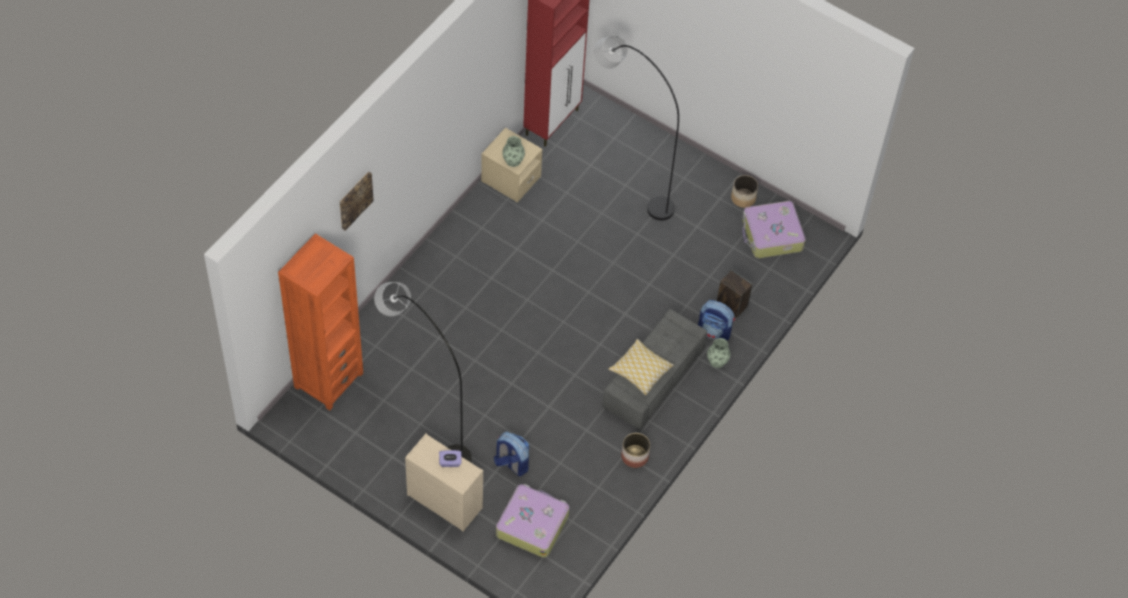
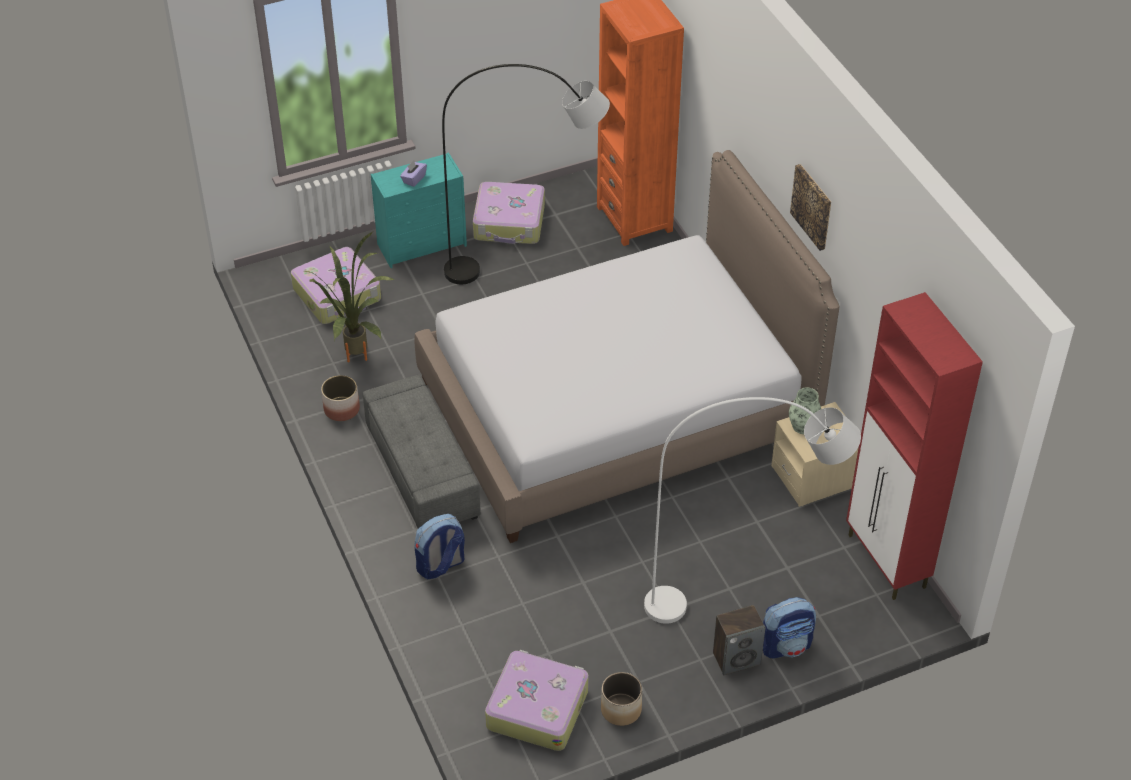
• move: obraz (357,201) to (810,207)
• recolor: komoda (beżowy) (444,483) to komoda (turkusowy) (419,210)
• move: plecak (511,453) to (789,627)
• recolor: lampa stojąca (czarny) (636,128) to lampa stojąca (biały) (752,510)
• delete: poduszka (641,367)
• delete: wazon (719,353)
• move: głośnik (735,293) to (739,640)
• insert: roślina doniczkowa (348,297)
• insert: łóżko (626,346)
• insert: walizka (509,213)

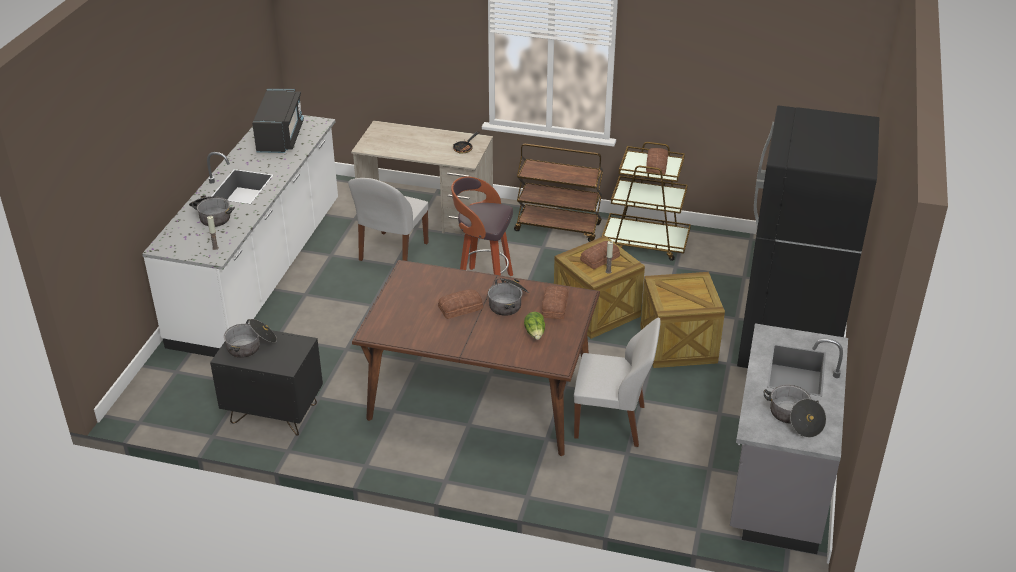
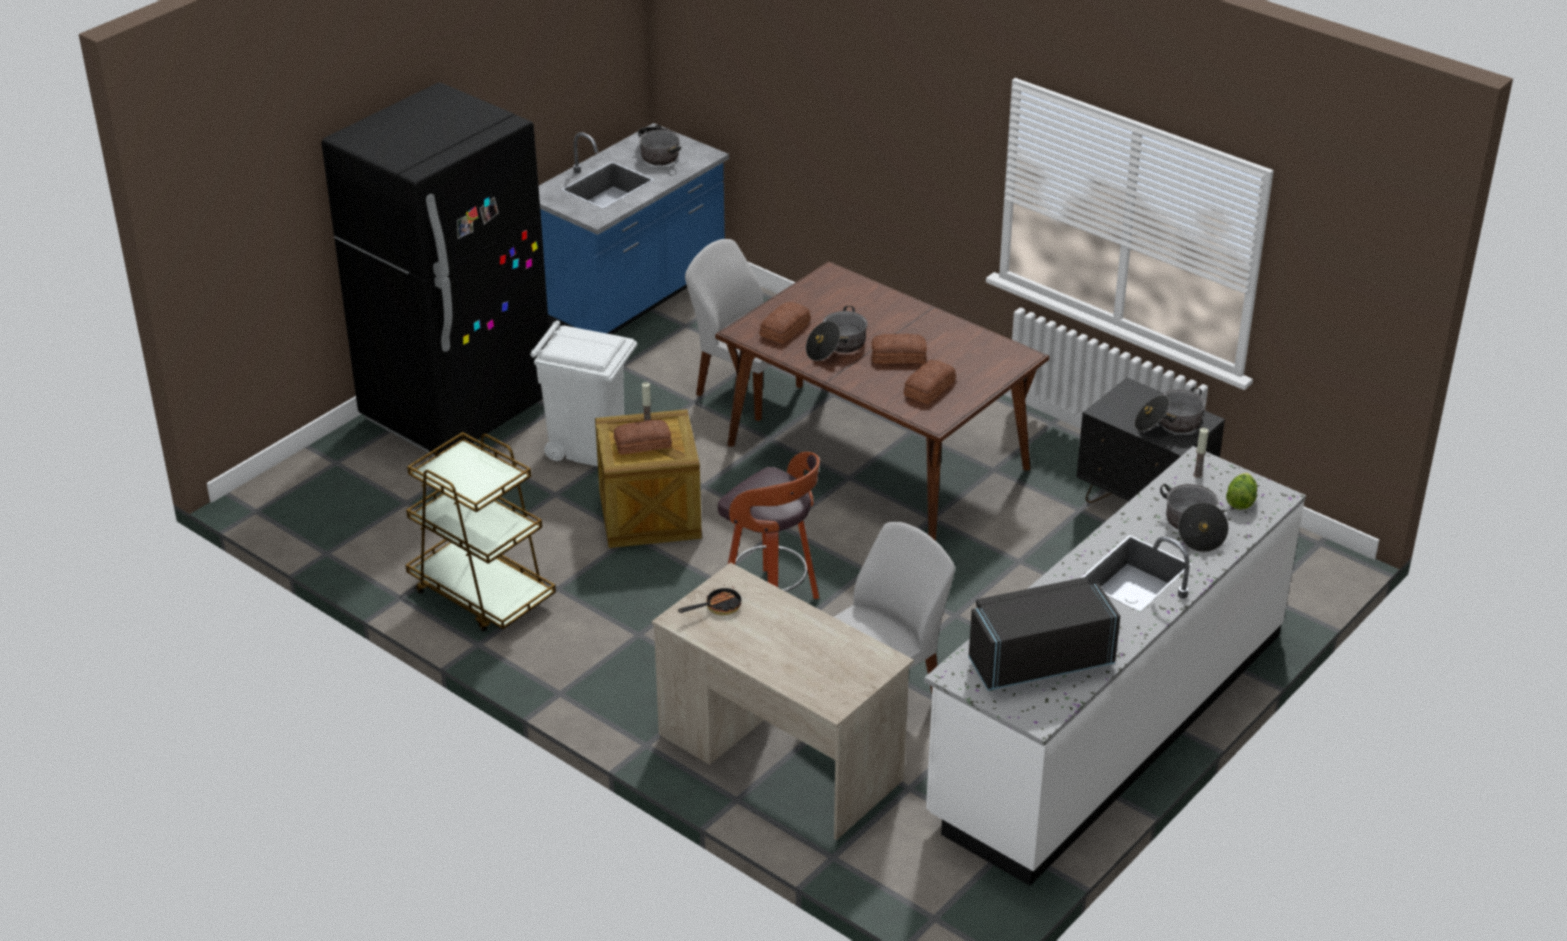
• rotate: mikrofalówka (czarny) (278,120) = (1044,634) 45 degrees clockwise
• delete: wózek (brązowy) (558,193)
• move: sałata (534,326) to (1241,491)
• replace: skrzynka (682,320) to kosz na śmieci (biały) (583,393)
• move: chleb (657,161) to (930,382)
• recolor: zabudowa kuchenna (szary) (789,439) to zabudowa kuchenna (niebieski) (634,228)

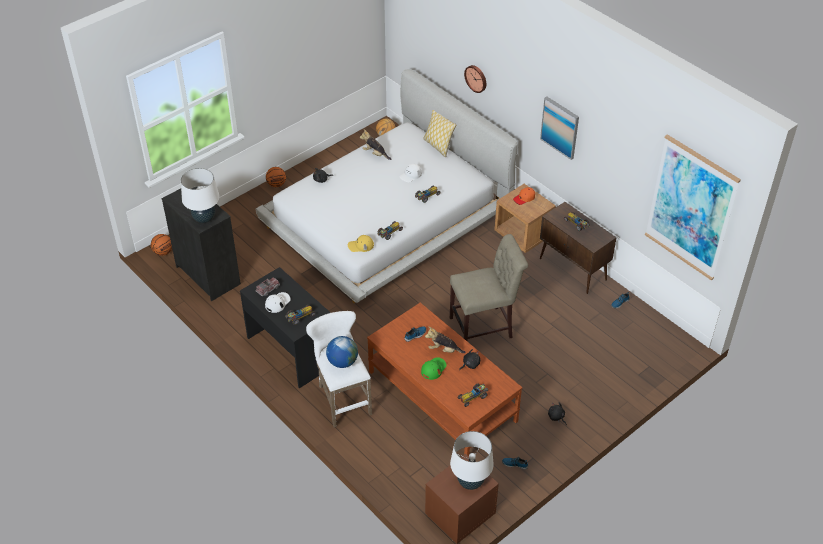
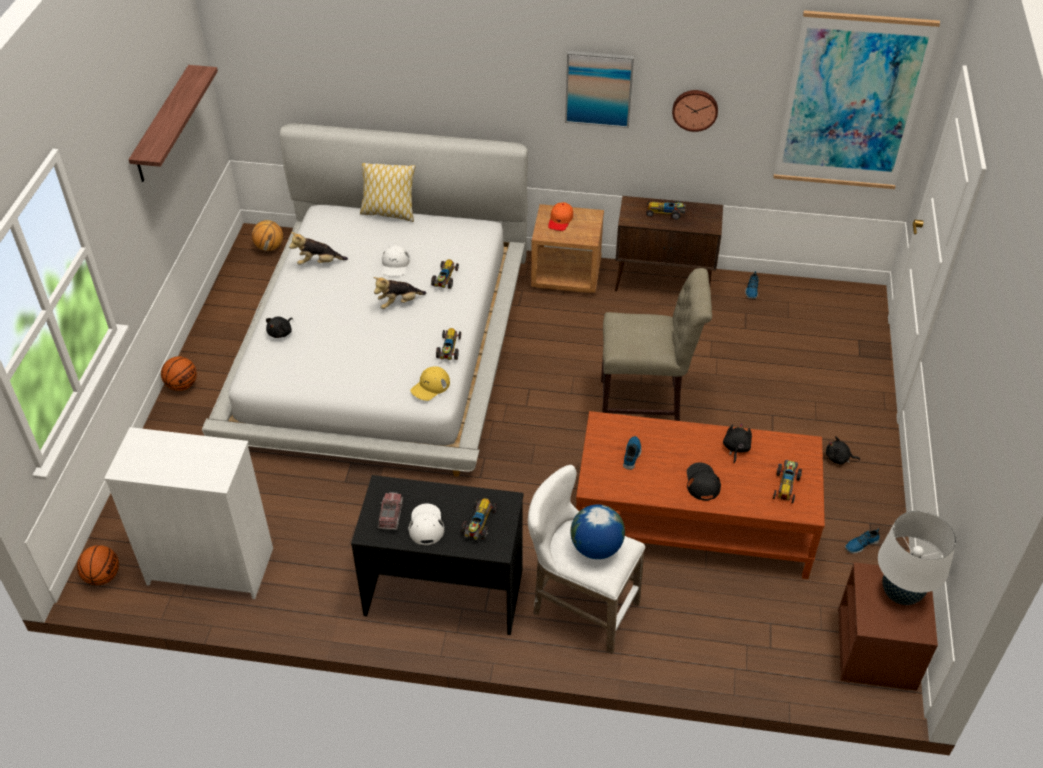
• recolor: komoda (czarny) (201,244) to komoda (biały) (188,513)
• delete: lampa stołowa (biały) (200,195)
• recolor: czapka z daszkiem (zielony) (433,368) to czapka z daszkiem (czarny) (704,482)
• move: pluszak (445,340) to (399,293)
• rotate: krzesło (beżowy) (489,287) = (656,344) 60 degrees clockwise
• move: zegar ścienny (475,79) to (695,111)
• insert: półka (173,123)

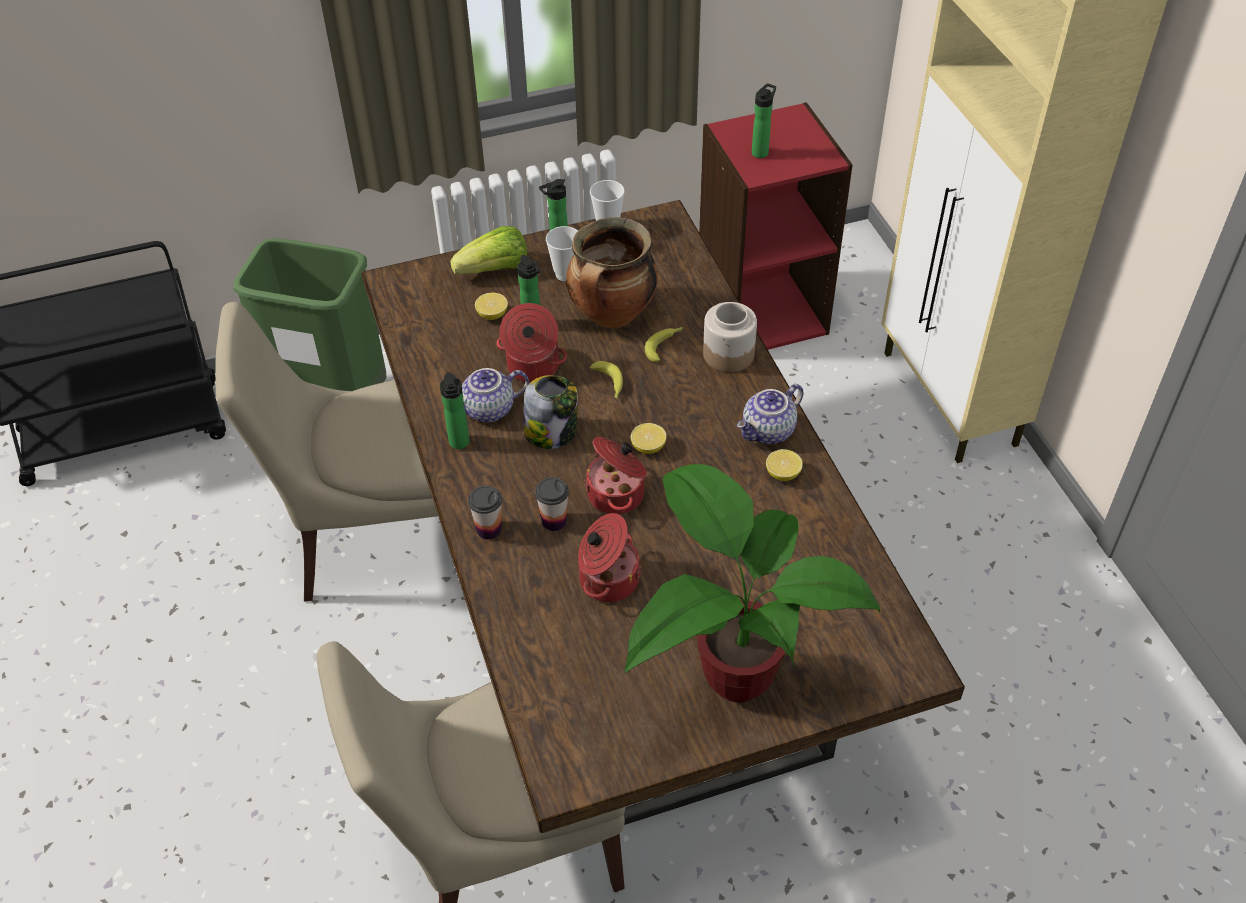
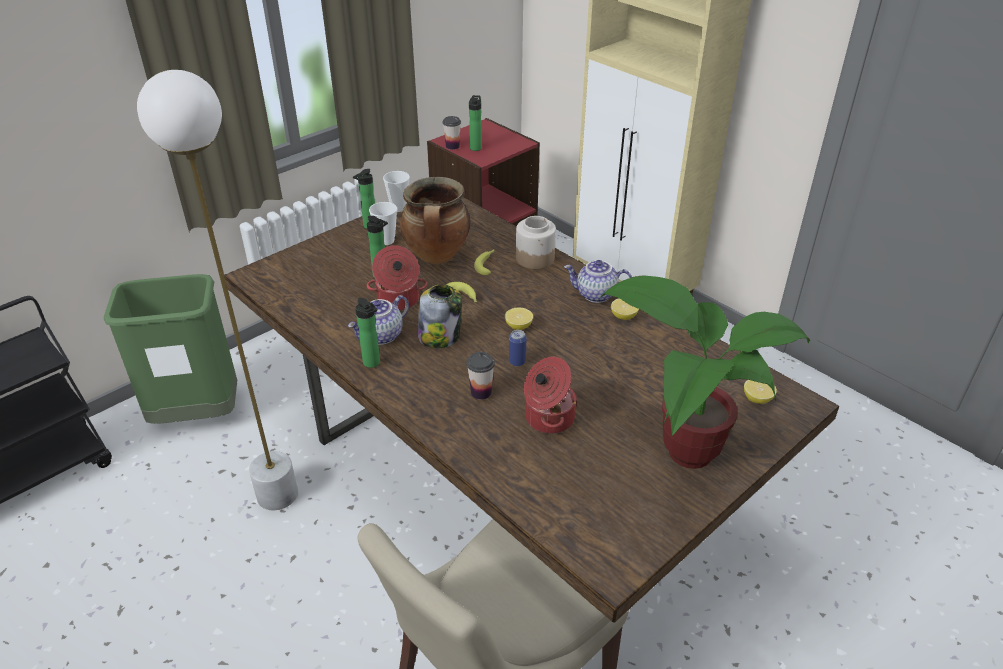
• replace: krzesło (beżowy) (326,452) to lampa stojąca (biały) (217,290)
• delete: sałata (488,250)
• move: filiżanka (485,512) to (452,133)
• move: cytryna (491,306) to (760,392)
• replace: garnek (615,476) to puszka (517,348)
• rotate: imbryk (770,414) = (598,281) 75 degrees clockwise

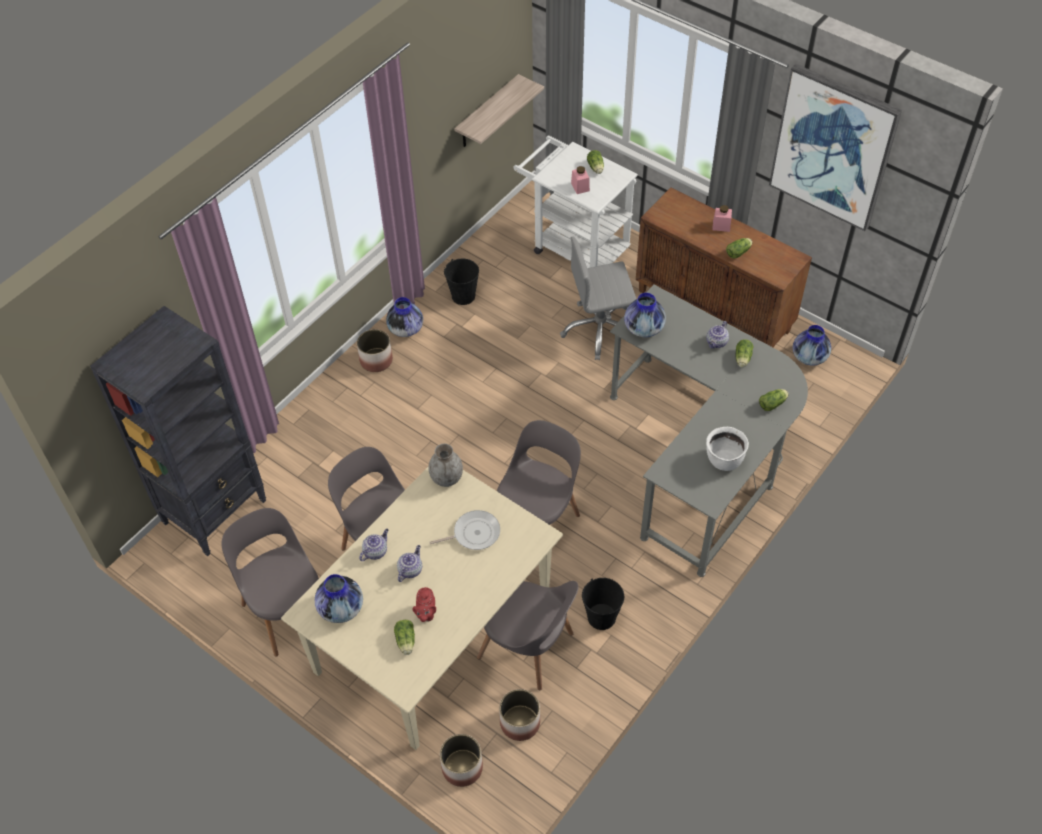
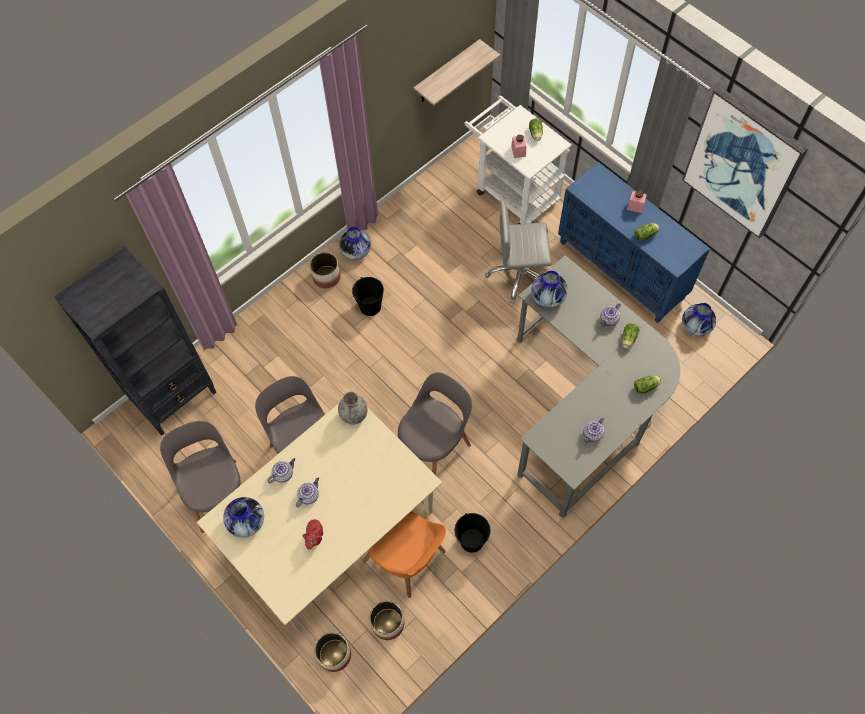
• delete: sałata (404,637)
• delete: patelnia (464,530)
• move: wiadro (czarny) (461,282) to (368,296)
• recolor: krzesło (szary) (528,636) to krzesło (pomarańczowy) (404,554)
• recolor: szafka (brązowy) (724,267) to szafka (niebieski) (634,242)
• replace: garnek (biały) (727,449) to imbryk (593,429)

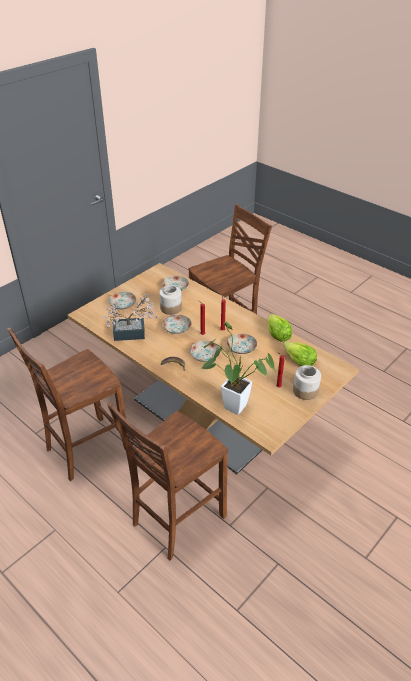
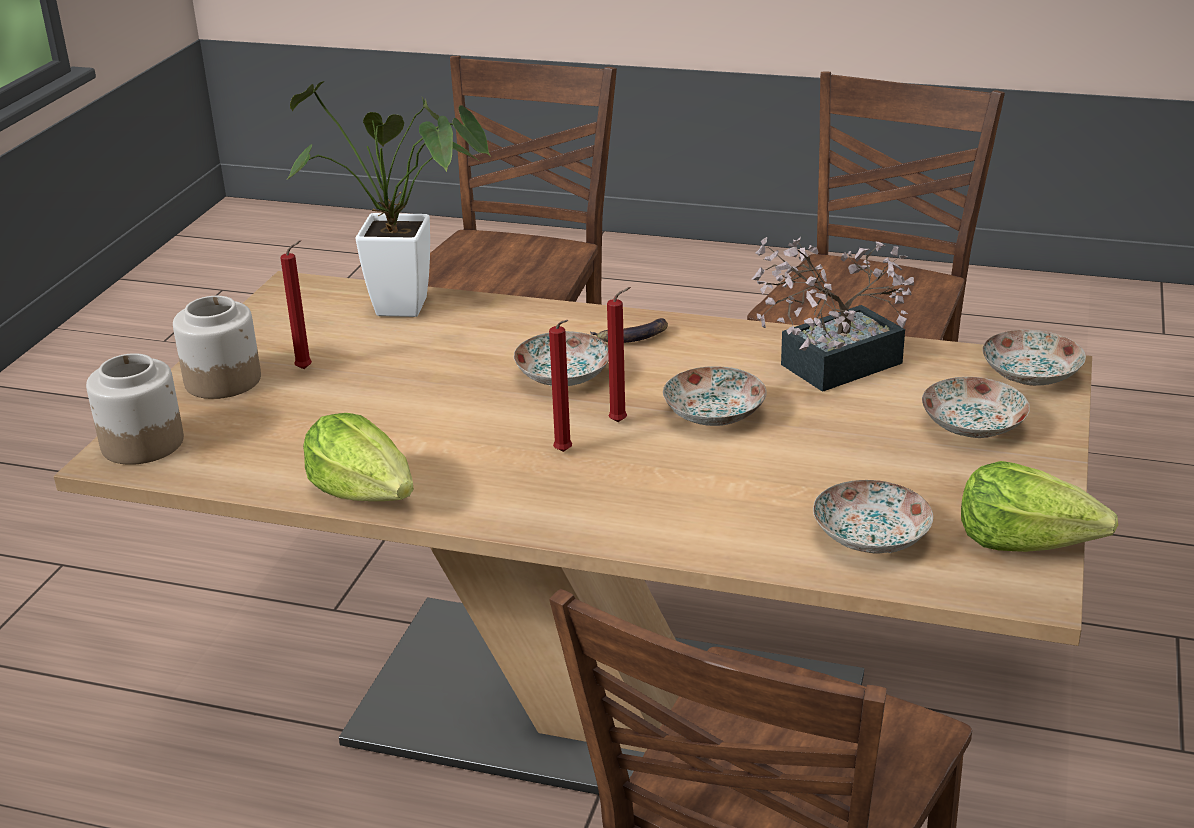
• move: słoik (170,300) to (135,409)
• move: talerz (242,343) to (1034,358)
• move: sałata (300,353) to (1039,506)

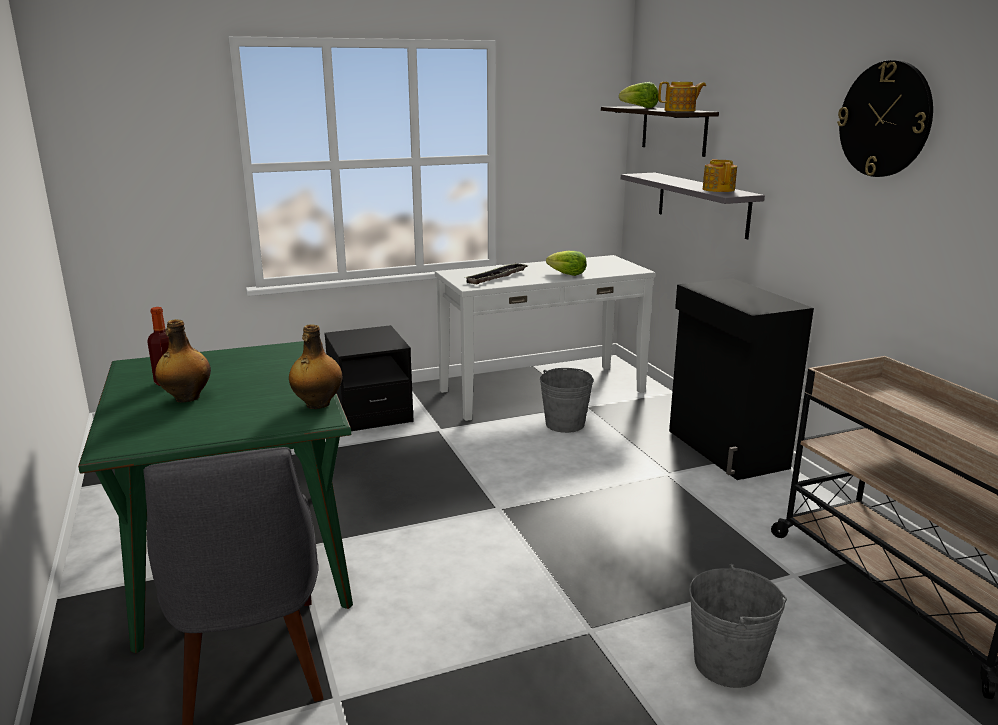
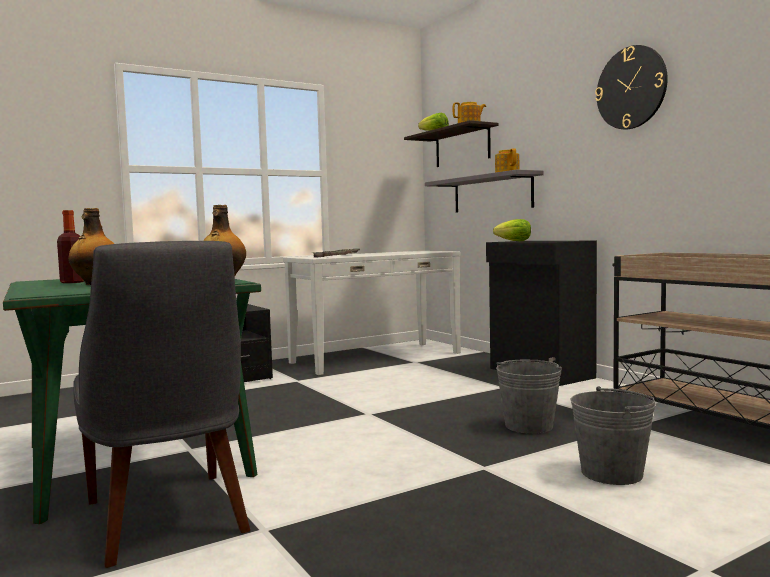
• move: wiadro (szary) (567,400) to (529,397)
• move: sałata (566,263) to (512,230)

